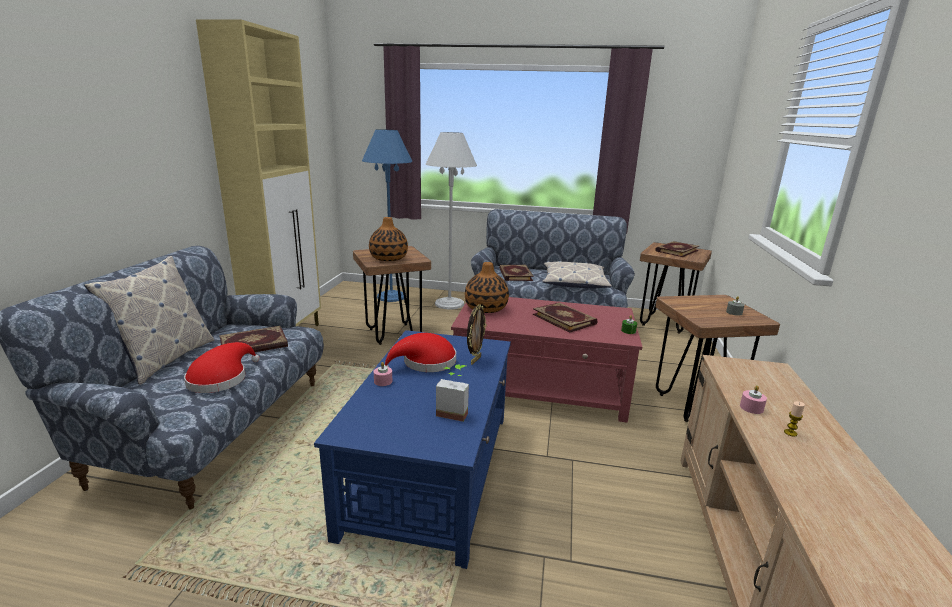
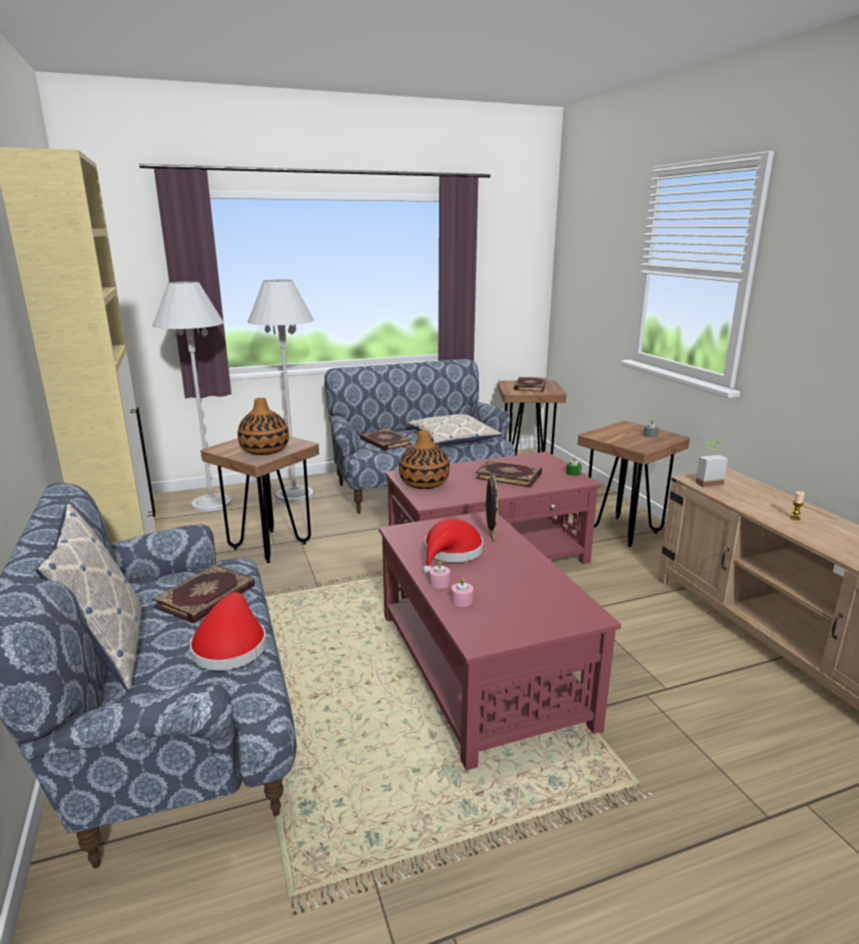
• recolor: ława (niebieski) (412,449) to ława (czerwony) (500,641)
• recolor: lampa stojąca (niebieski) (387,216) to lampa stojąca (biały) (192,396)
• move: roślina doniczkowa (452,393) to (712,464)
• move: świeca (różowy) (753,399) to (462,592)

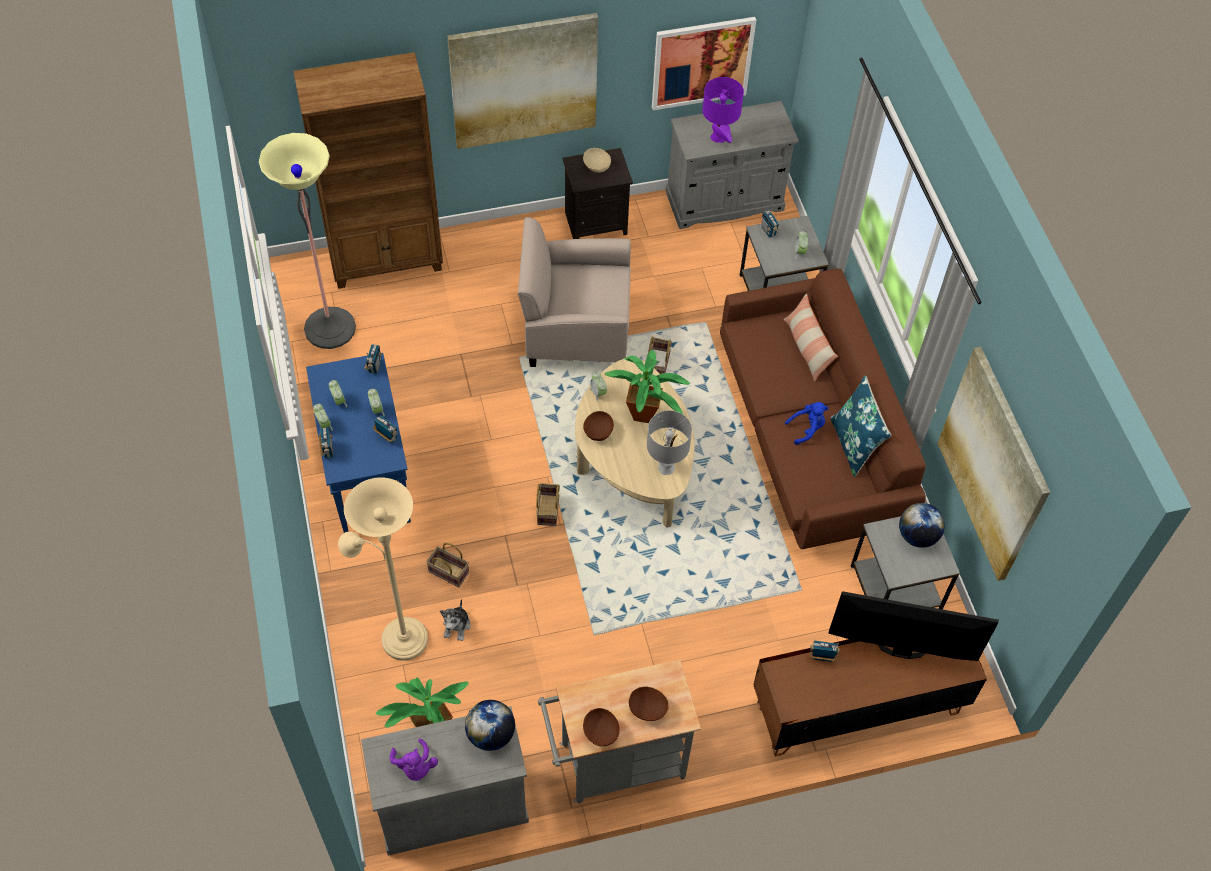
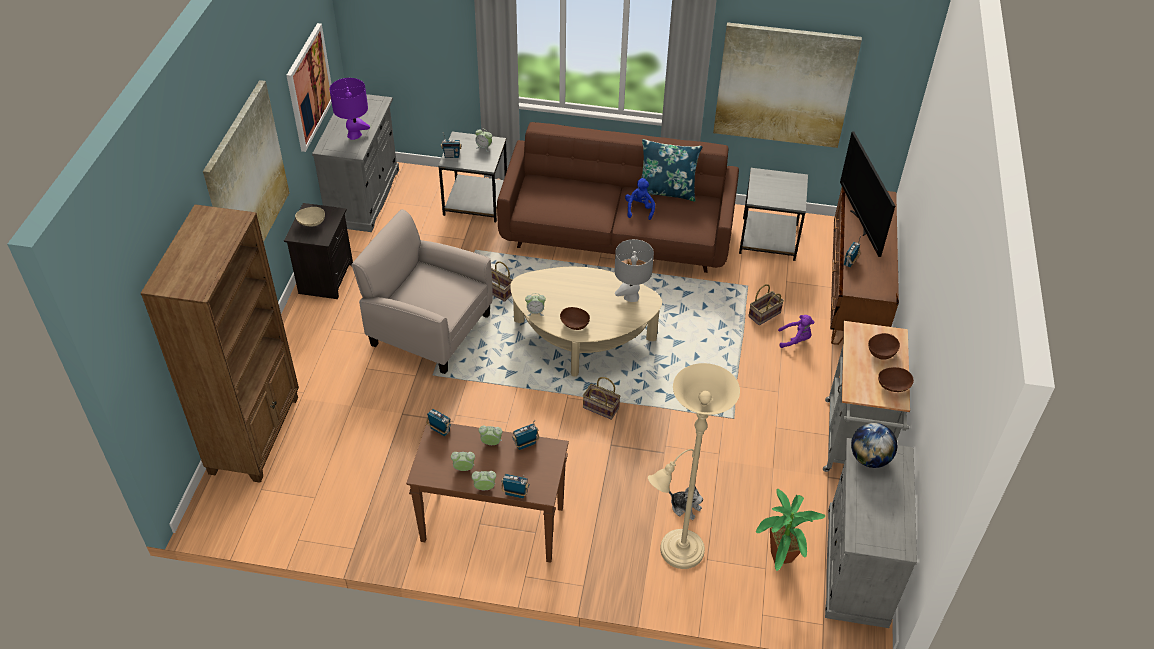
• delete: lampa stojąca (307,241)
• recolor: stolik konsolowy (niebieski) (358,443) to stolik konsolowy (brązowy) (487,493)
• move: pluszak (fioletowy) (414,760) to (796,331)
• move: koszyk (447,565) to (766,304)
• rotate: fotel (beżowy) (574,292) = (422,291) 90 degrees clockwise
• delete: roślina doniczkowa (647,386)
• delete: poduszka (811,338)
• rotate: telewizor (914,626) = (867,194) 45 degrees counterclockwise
• delete: globus (922,525)

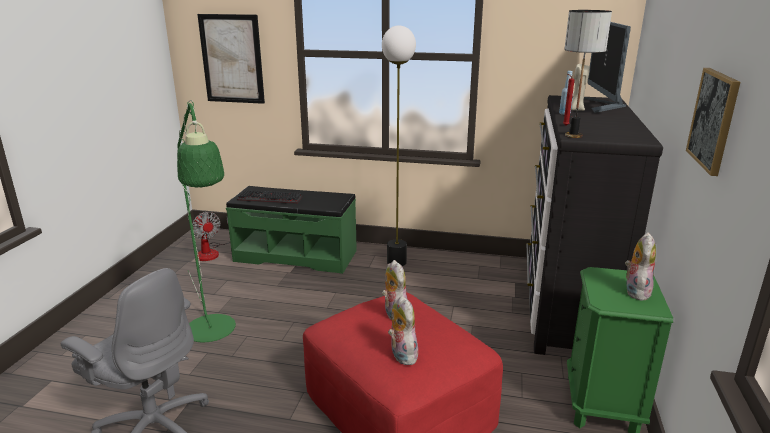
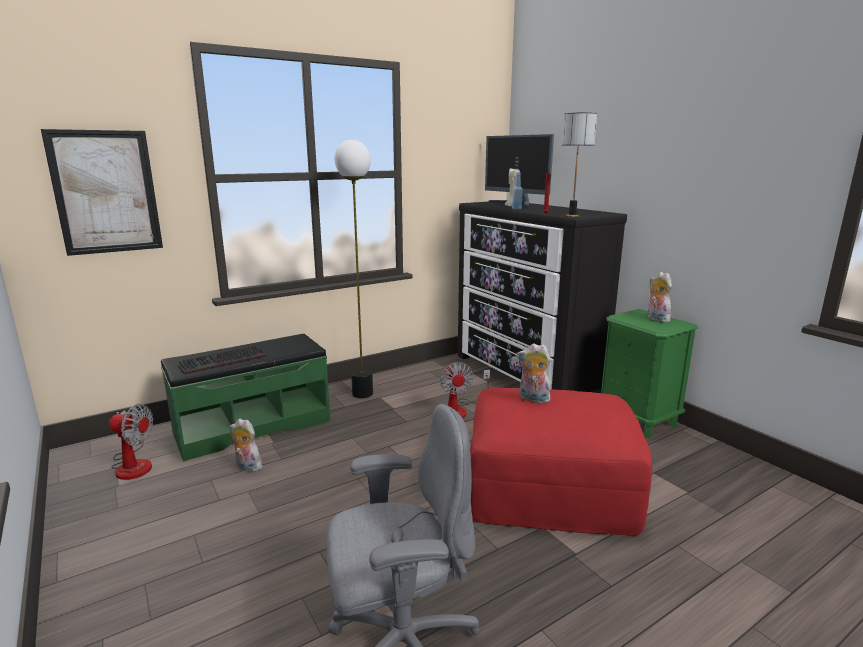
• delete: lampa stojąca (zielony) (206,221)
• move: pluszak (403,330) to (246,445)
• delete: obraz (713,122)
• insert: wentylator (465,390)

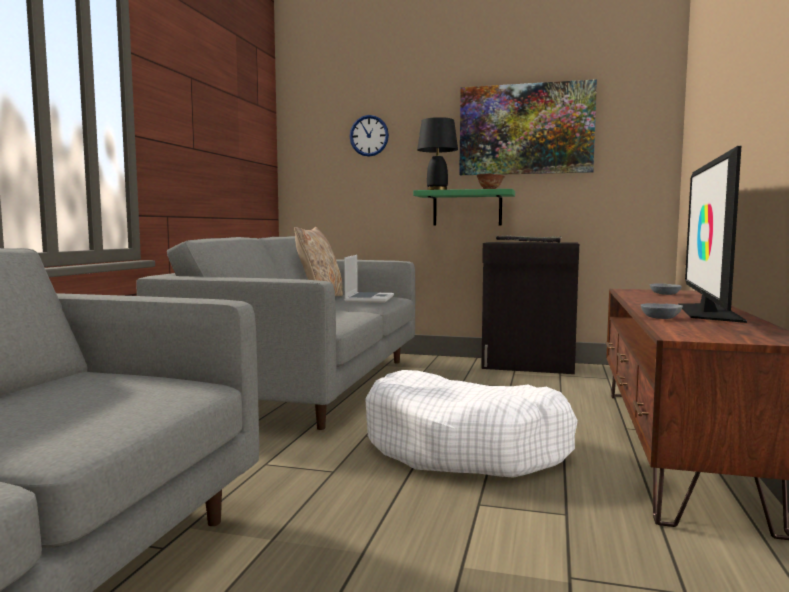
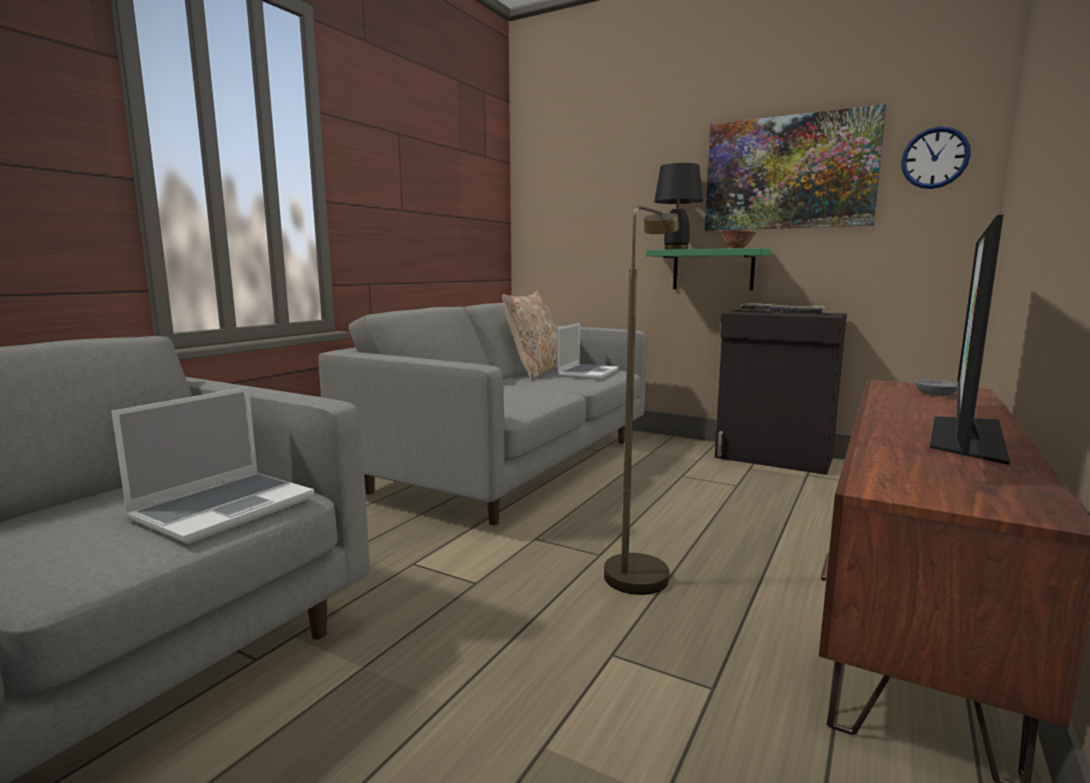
• move: zegar ścienny (369,136) to (936,157)
• replace: legowisko (biały) (471,424) to lampa stojąca (brązowy) (641,400)
• delete: miska (szary) (662,311)
• insert: laptop (213,465)

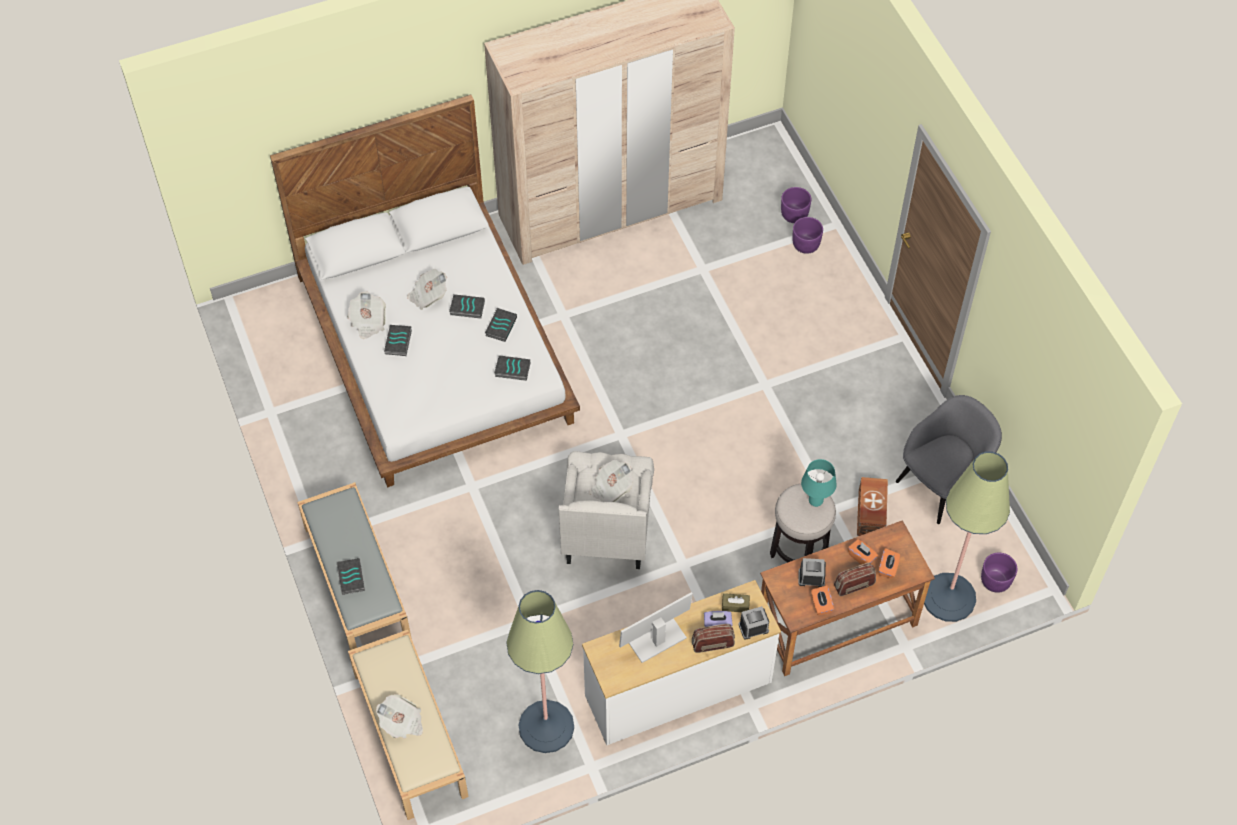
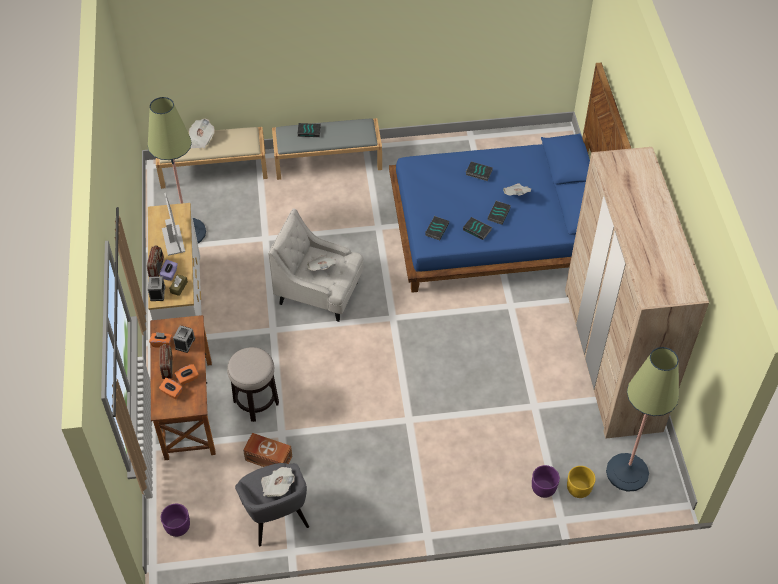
• recolor: łóżko (biały) (425,290) to łóżko (niebieski) (510,177)
• move: gazeta (366,315) to (278,482)
• recolor: donica (fioletowy) (796,205) to donica (żółty) (581,482)
• delete: lampa stołowa (turkusowy) (818,483)
• move: lampa stojąca (967,536) to (642,419)

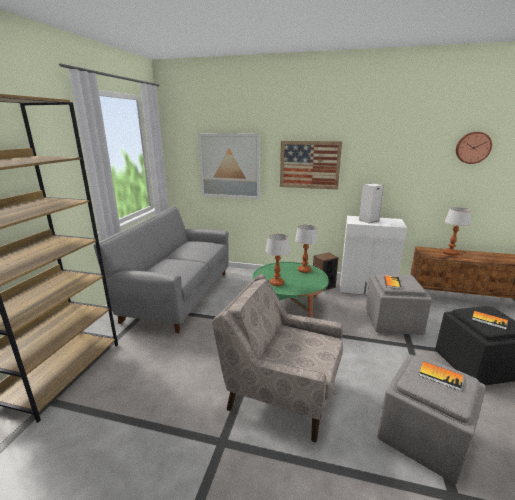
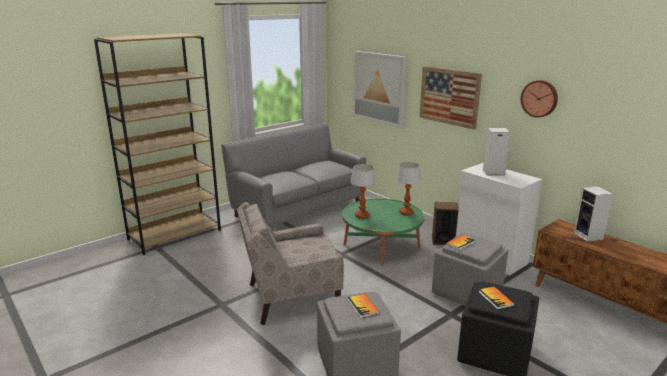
• rotate: fotel (beżowy) (277,358) = (290,263) 75 degrees counterclockwise
• replace: lampa stołowa (457,231) to głośnik (593,214)
• move: zegar ścienny (474,148) to (539,99)

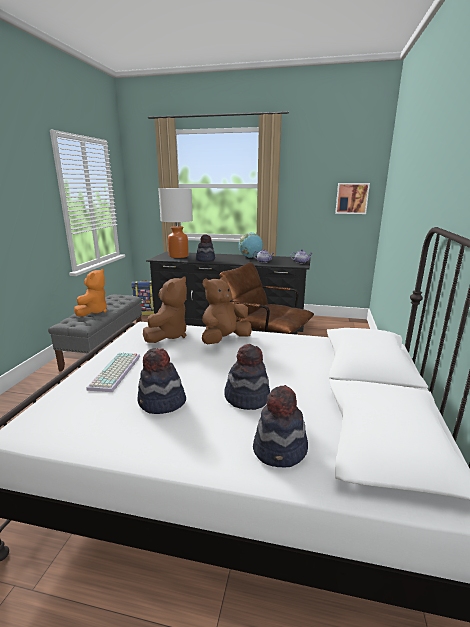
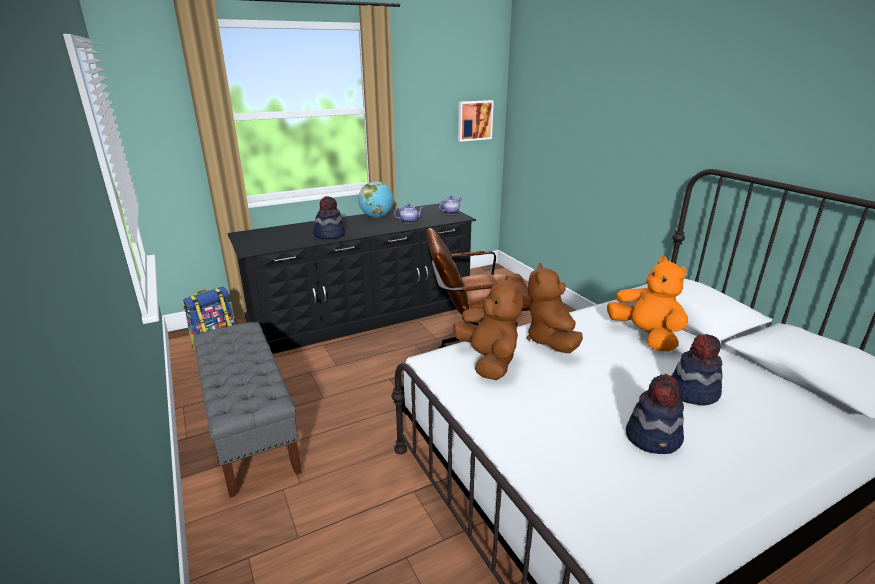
• move: pluszak (pomarańczowy) (90,292) to (647,304)
• delete: klawiatura (113,372)
• delete: lampa stołowa (175,223)
• delete: kapelusz (280,426)

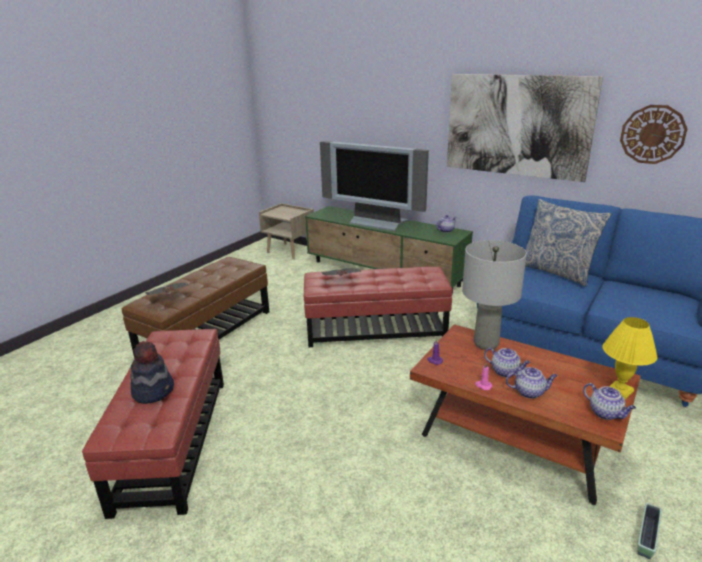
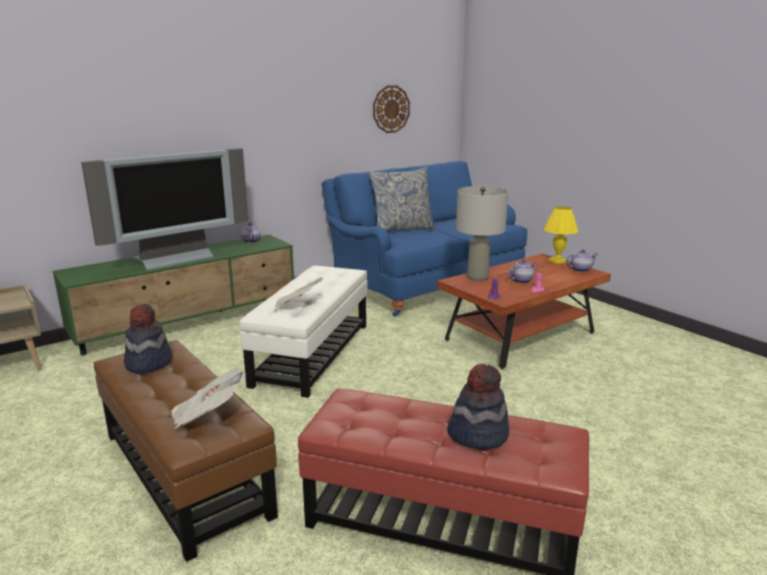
• recolor: pufa (czerwony) (378,307) to pufa (biały) (303,332)
• delete: obraz (525,128)
• delete: imbryk (531,383)
• delete: donica (650,531)
• insert: kapelusz (148,339)

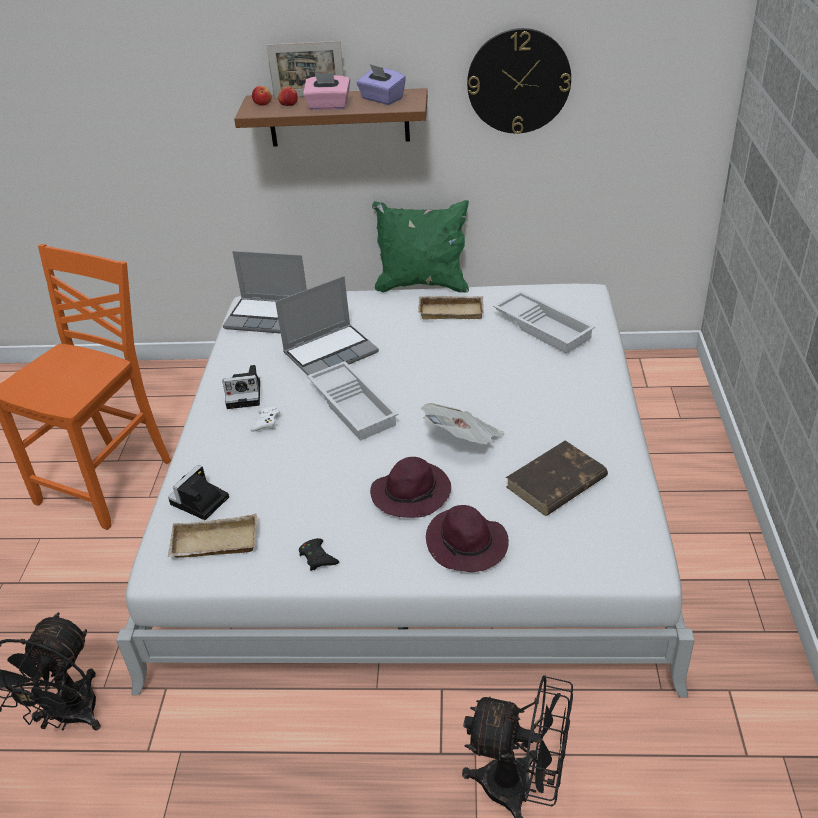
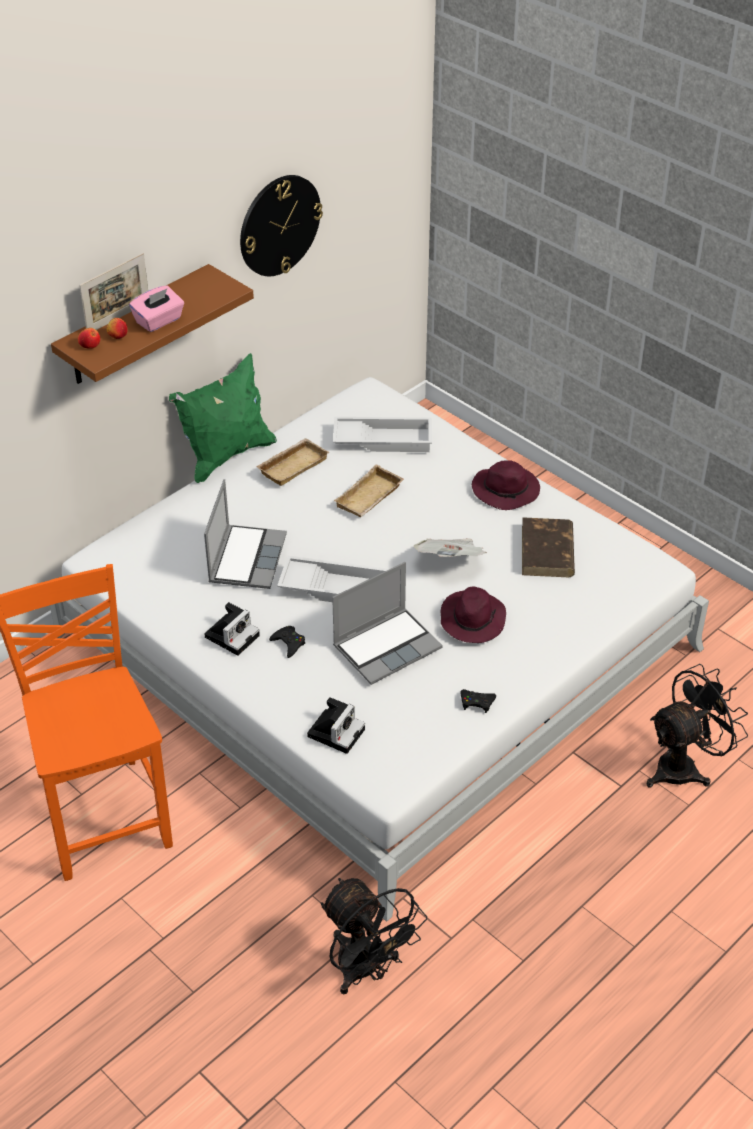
• rotate: aparat fotograficzny (198,492) = (336,725) 135 degrees counterclockwise
• move: taca (beżowy) (212,536) to (369,490)
• move: laptop (265,292) to (387,623)
• recolor: pad do gier (biały) (265,419) to pad do gier (czarny) (287,642)
• delete: pudełko chusteczek (fioletowy) (381,84)
• move: kapelusz (fioletowy) (467,538) to (506,485)

